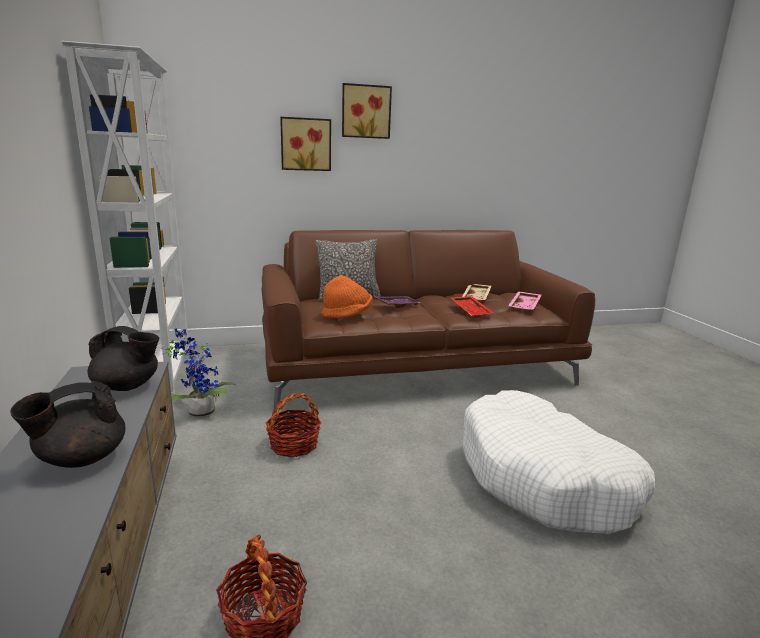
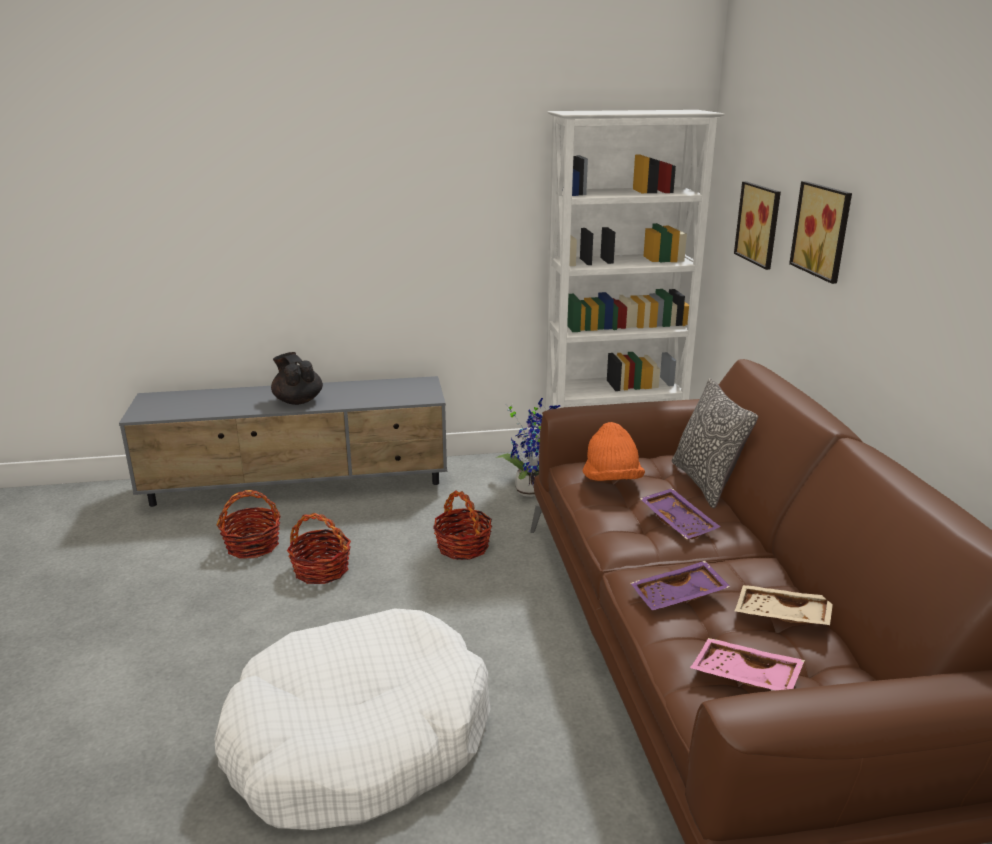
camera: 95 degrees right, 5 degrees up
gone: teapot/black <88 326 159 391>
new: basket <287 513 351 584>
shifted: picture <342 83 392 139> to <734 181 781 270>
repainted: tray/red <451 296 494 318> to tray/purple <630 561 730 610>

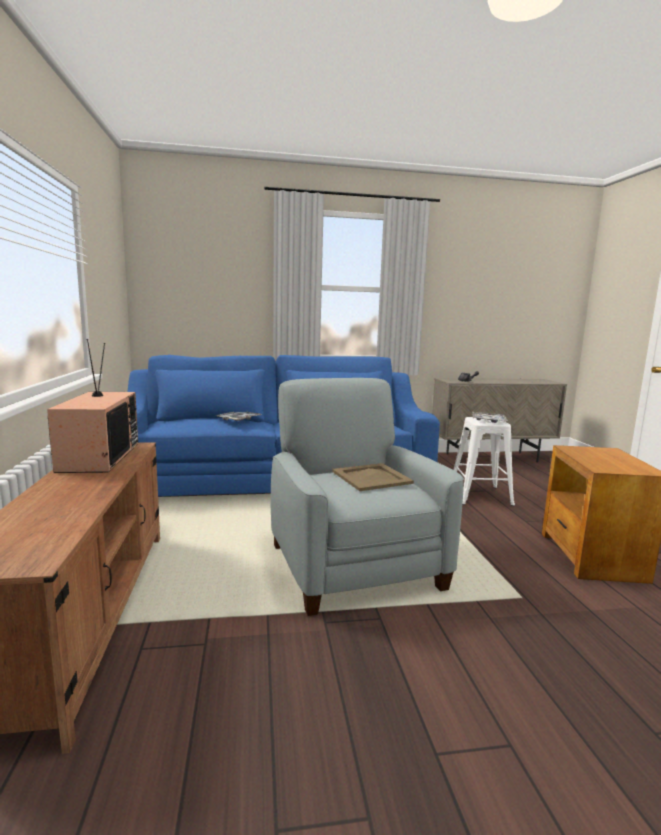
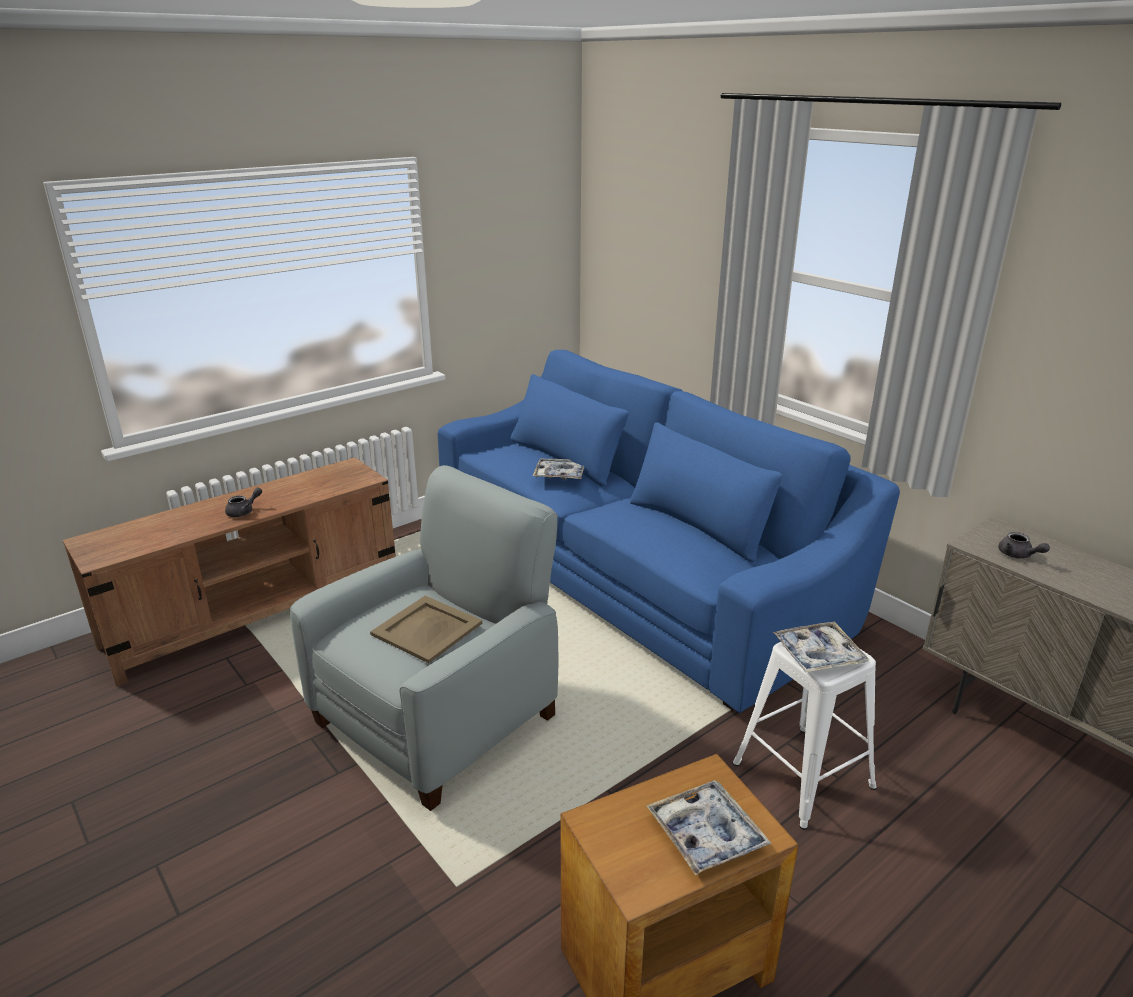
camera: 60 degrees right, 15 degrees up
gone: television <47 339 138 473>
new: teapot/grey <225 487 262 517>; tray <646 780 771 876>

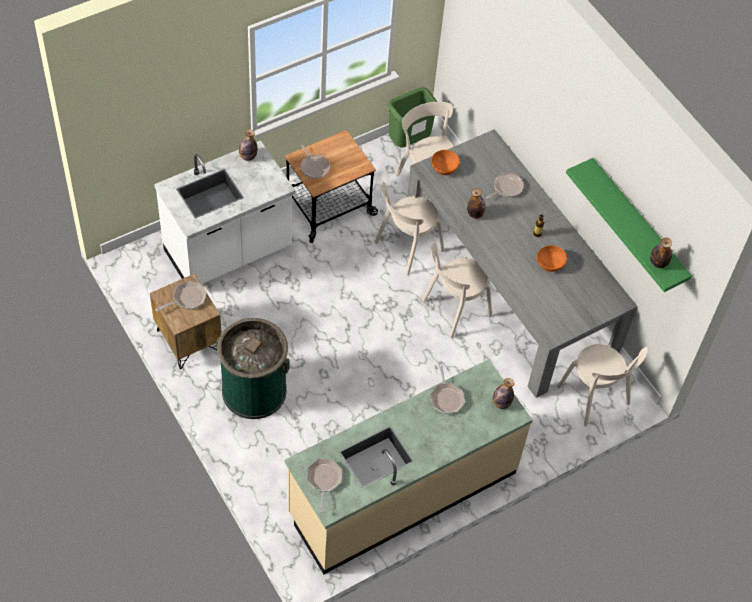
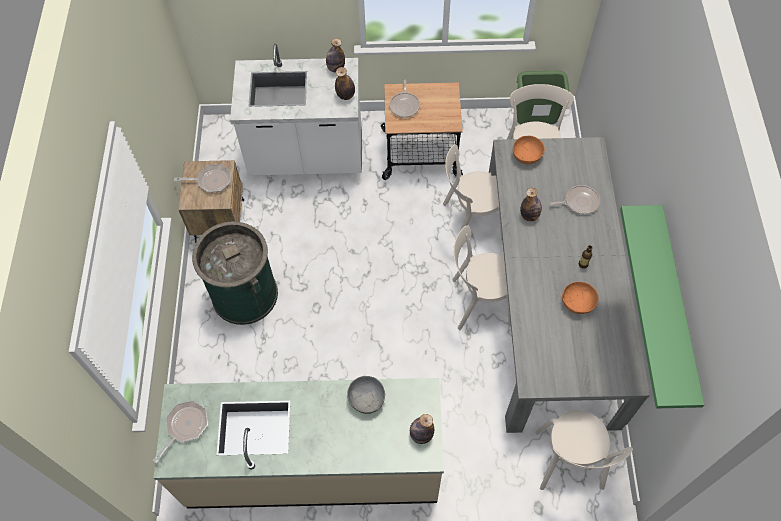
camera: 35 degrees right, 5 degrees up
shifted: bottle <650 237 672 268> to <335 67 355 100>
swapped: frying pan <430 362 465 414> to bowl/grey <347 376 385 414>

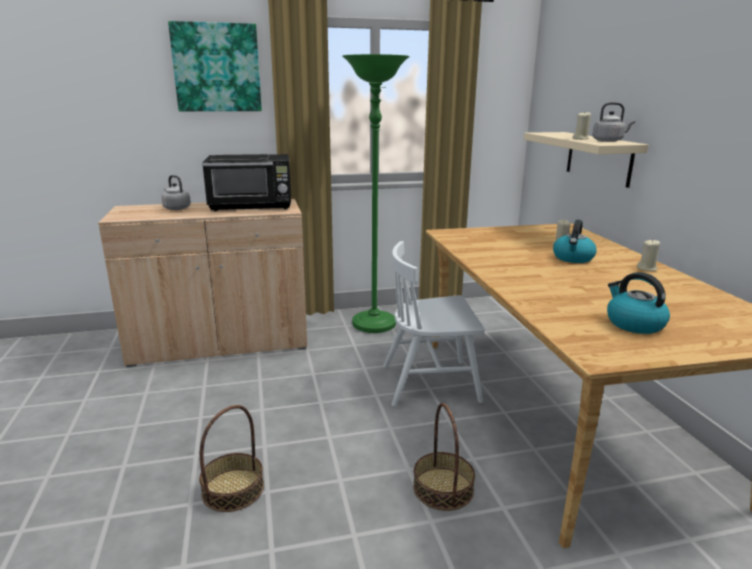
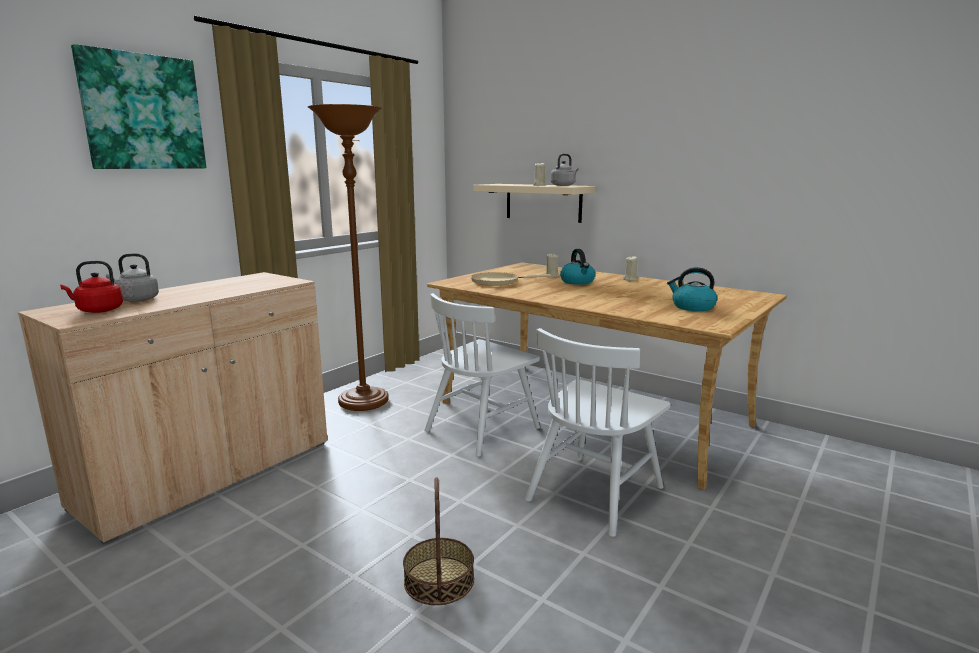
camera: 40 degrees left, 5 degrees down
gone: microwave/black <202 154 291 211>
new: kettle/red <60 261 123 313>; frying pan/beige <471 272 551 286>
swapped: basket <413 403 475 511> to chair/white <525 328 671 537>
repainted: floor lamp/green <342 54 410 333> to floor lamp/brown <308 104 389 411>

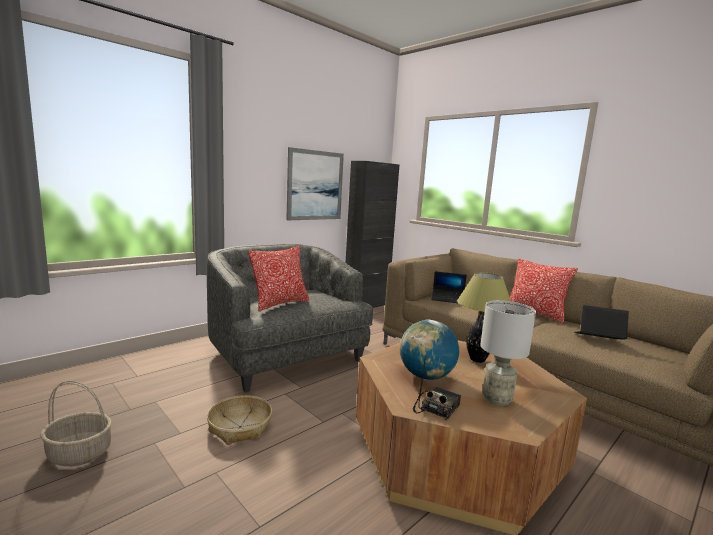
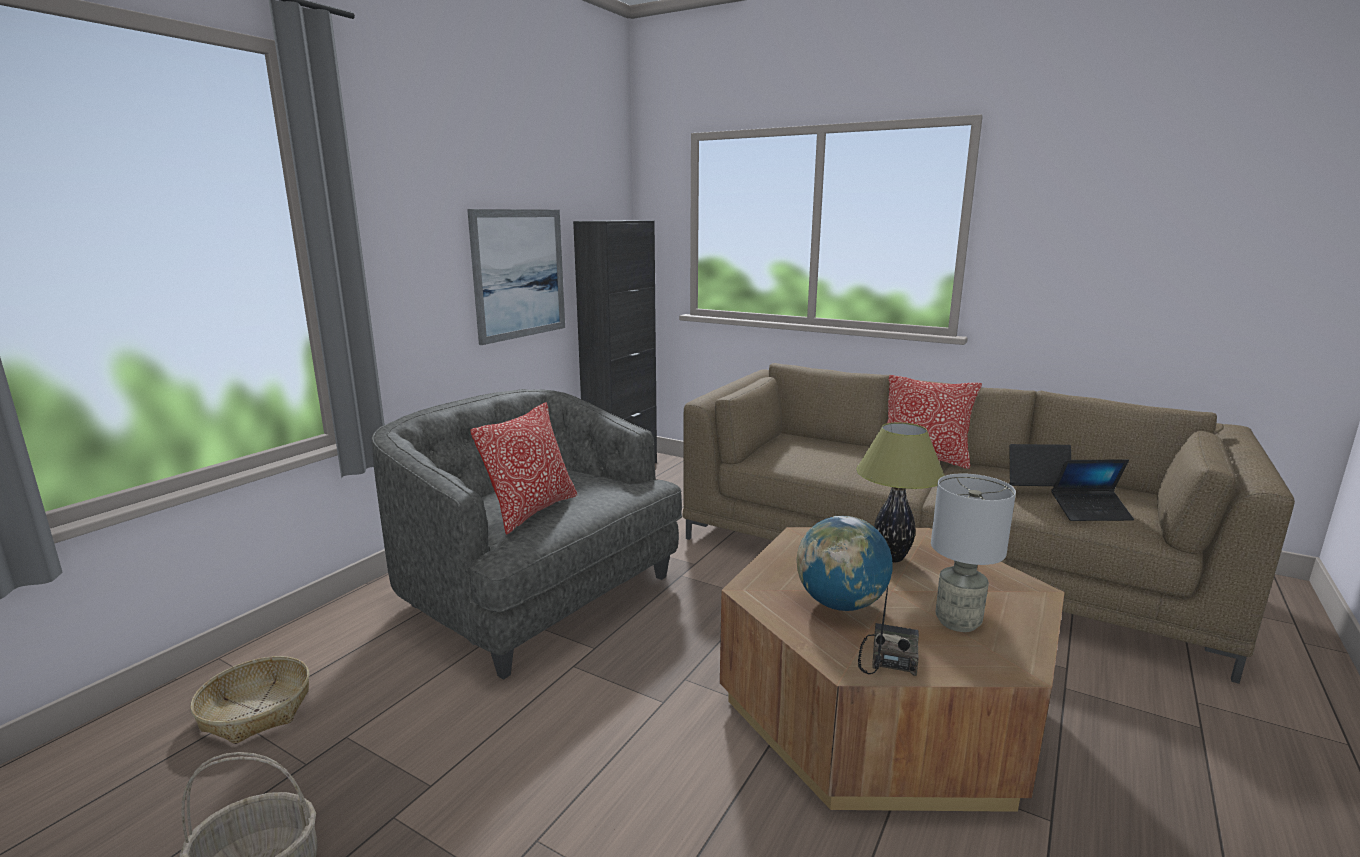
camera: 15 degrees left, 5 degrees up
shifted: basket <207 395 272 445> to <191 656 310 744>; laptop <431 271 467 304> to <1051 460 1134 521>

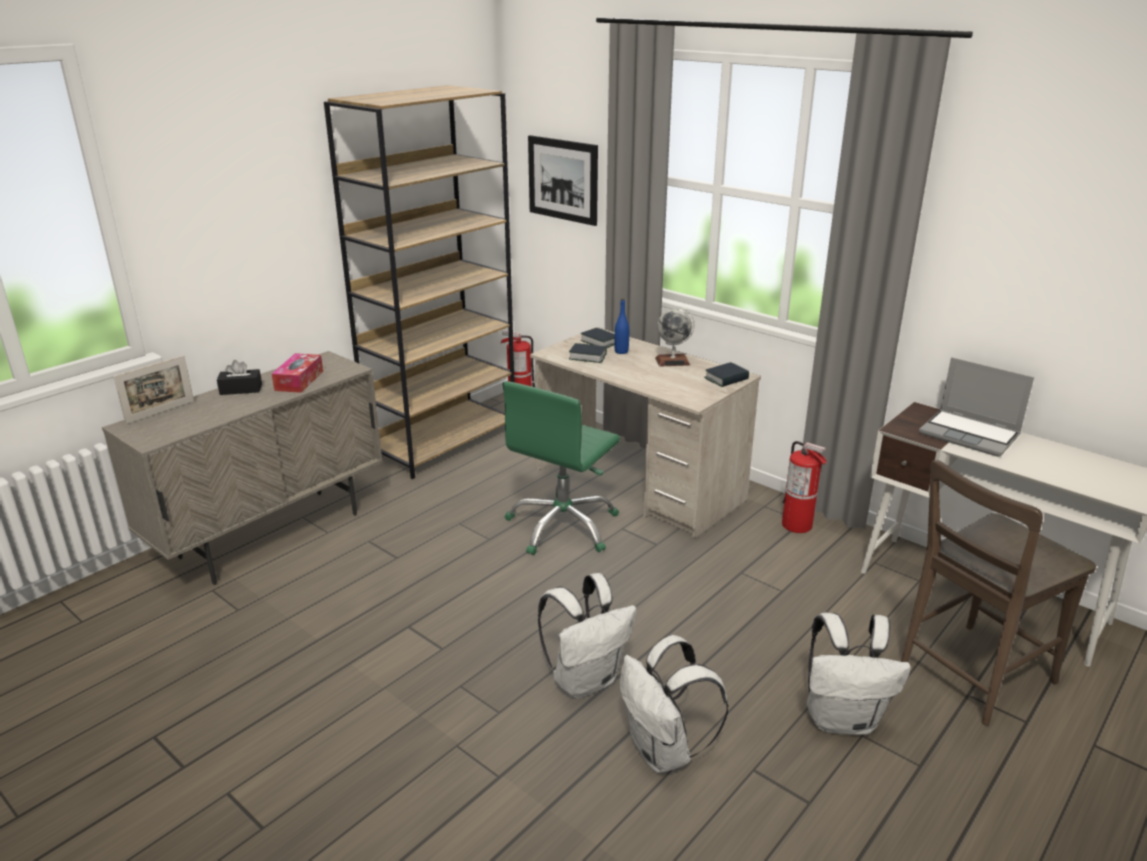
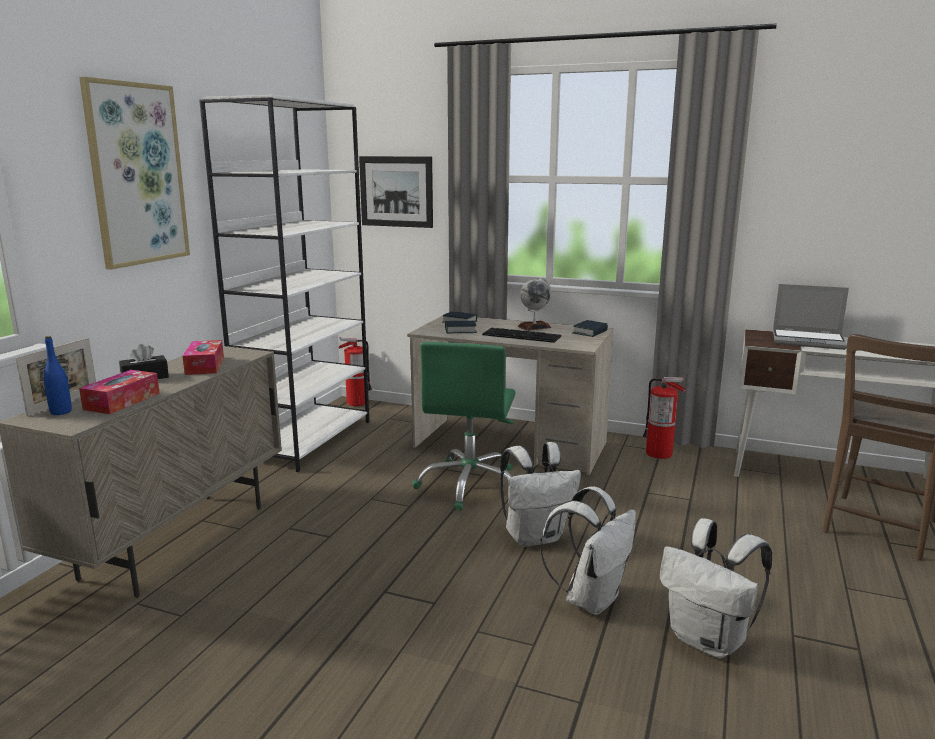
camera: 20 degrees left, 10 degrees down
new: picture <79 77 190 270>; tissue box <79 370 160 414>; keyboard <482 328 561 343>
shifted: bottle/blue <615 298 629 354> to <44 336 72 415>; backpack/white <807 613 911 735> to <500 442 581 547>
repainted: bookcase/brown <324 85 515 479> to bookcase/white <199 95 369 472>

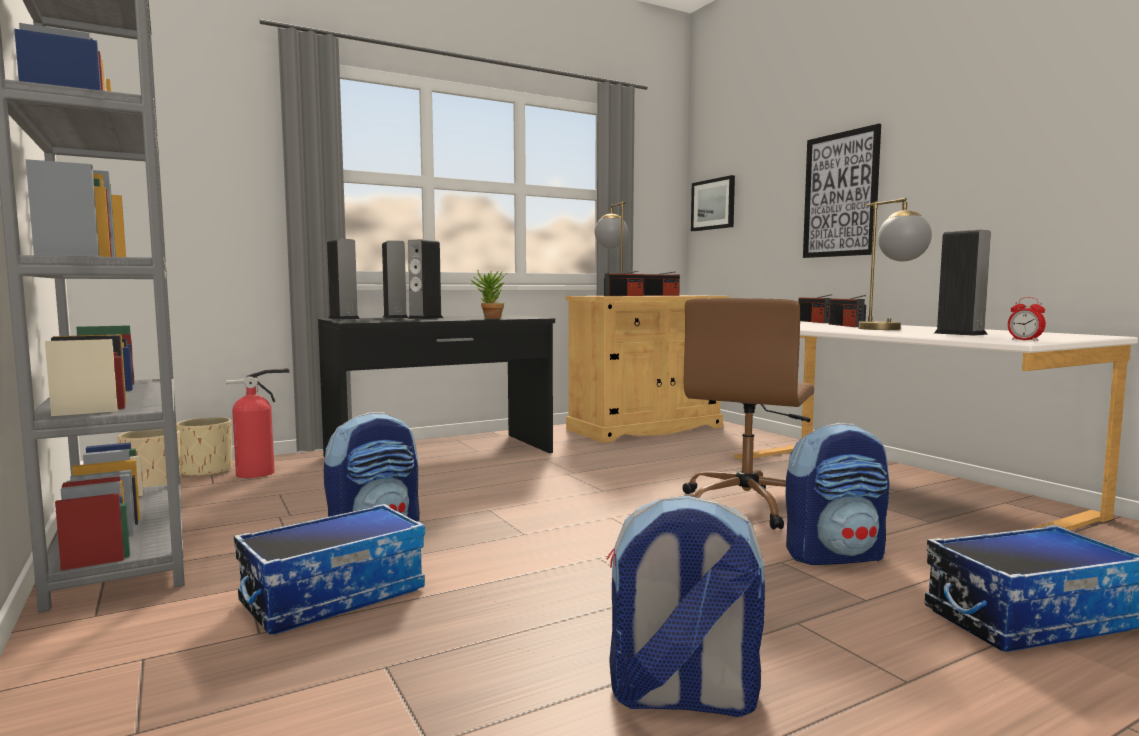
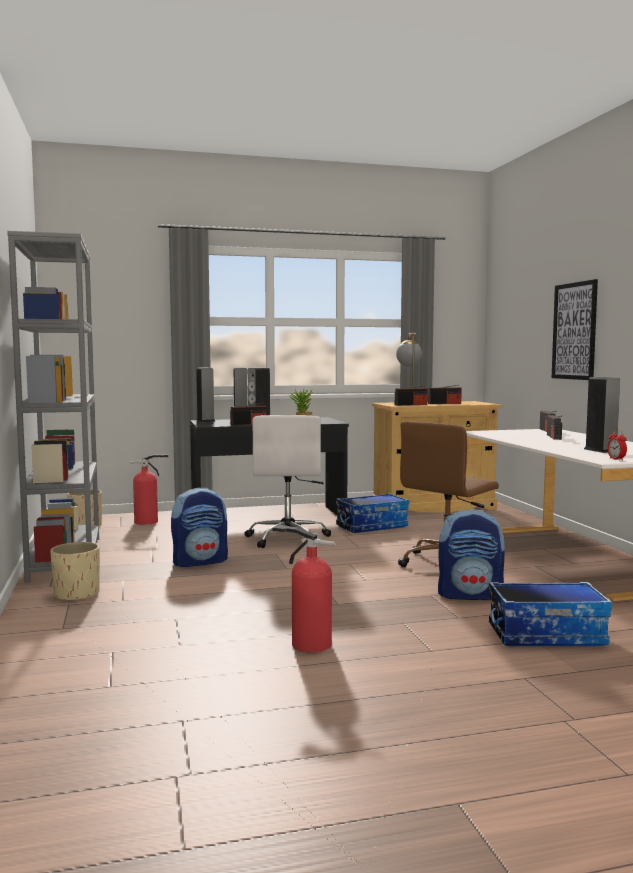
camera: 15 degrees right, 0 degrees up
gone: picture <691 175 735 231>; table lamp <858 198 932 330>
new: radio <230 403 267 425>; office chair/white <245 415 331 548>
shifted: planter/beige <176 417 232 477> to <50 542 100 601>; storage box <234 504 425 634> to <336 493 409 533>
swapped: backpack <607 496 765 717> to fire extinguisher <272 525 336 652>

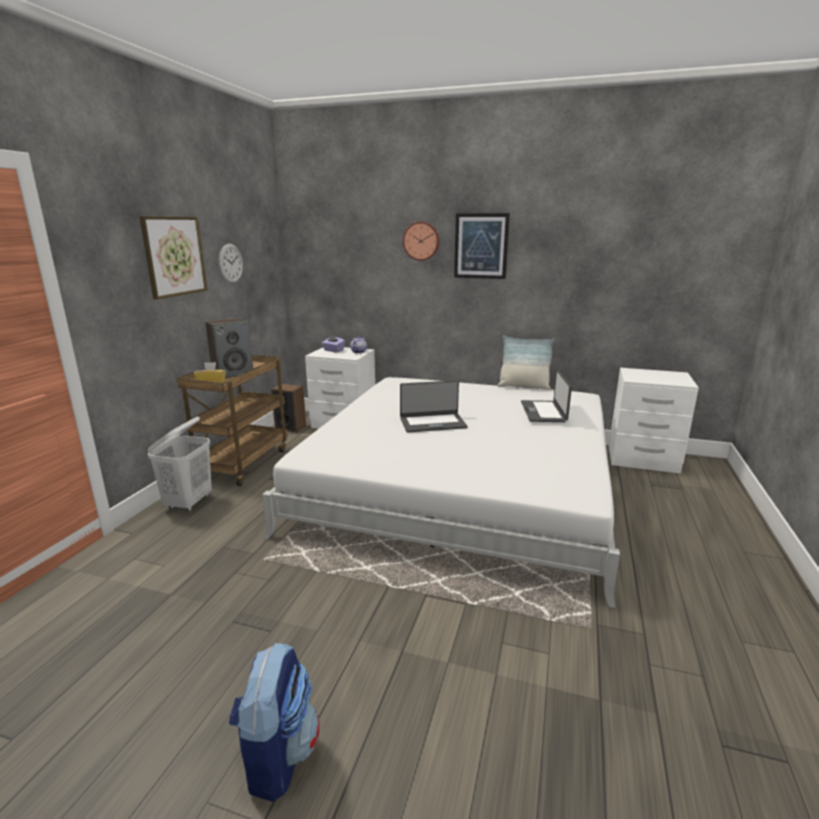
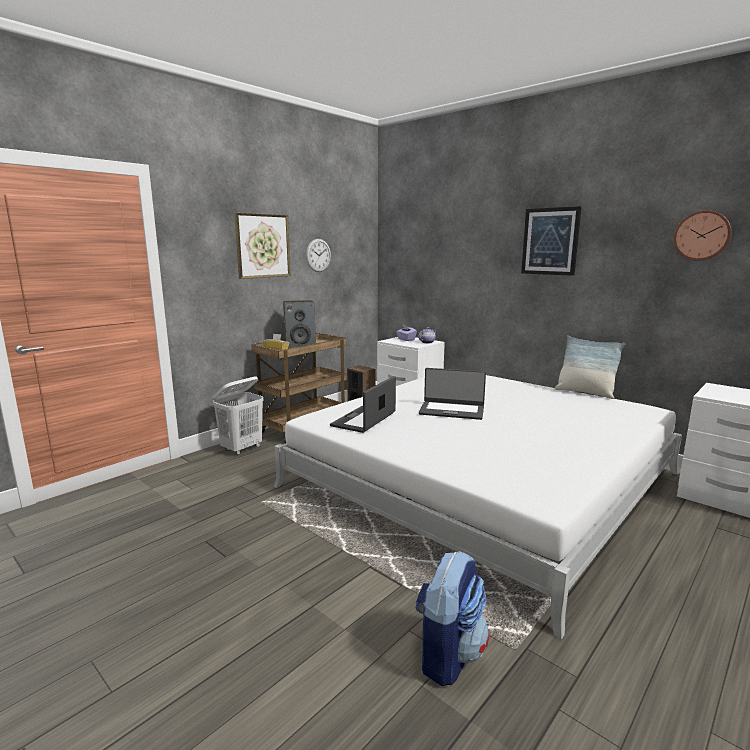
camera: 25 degrees right, 5 degrees down
shifted: backpack <228 642 320 802> to <415 551 489 686>; wall clock <403 222 440 261> to <674 210 732 261>; laptop <521 370 572 422> to <330 376 396 433>

